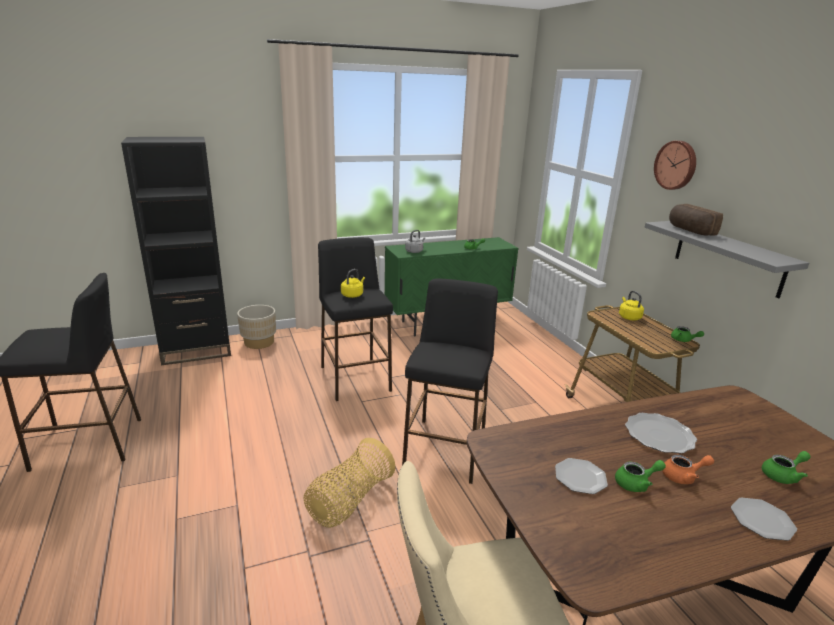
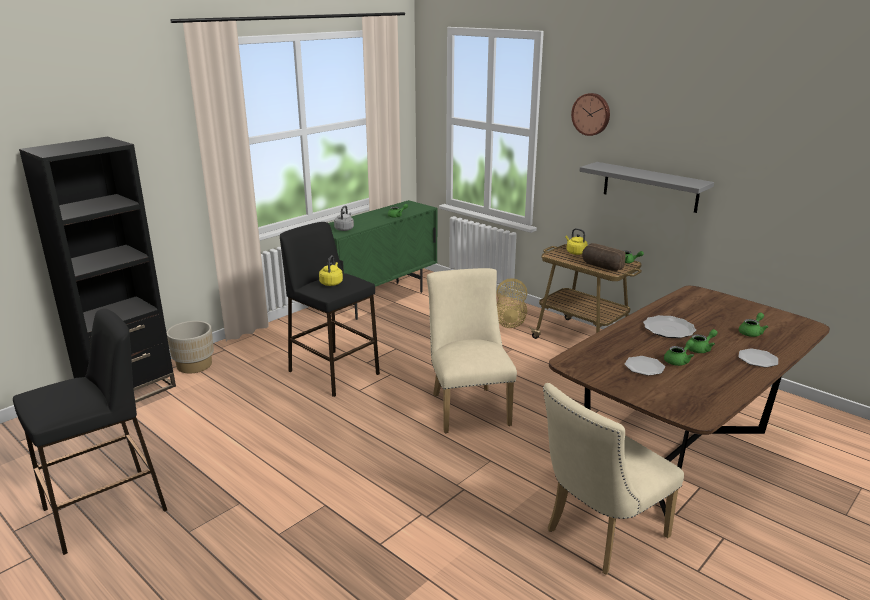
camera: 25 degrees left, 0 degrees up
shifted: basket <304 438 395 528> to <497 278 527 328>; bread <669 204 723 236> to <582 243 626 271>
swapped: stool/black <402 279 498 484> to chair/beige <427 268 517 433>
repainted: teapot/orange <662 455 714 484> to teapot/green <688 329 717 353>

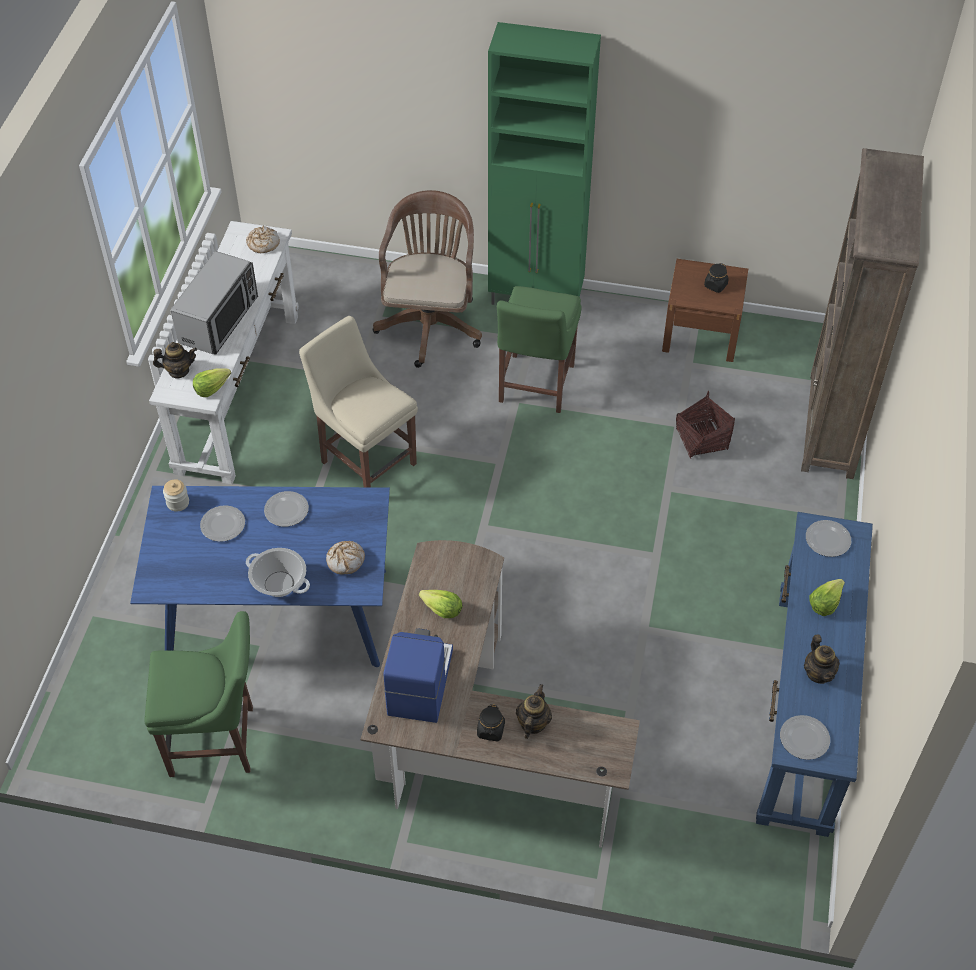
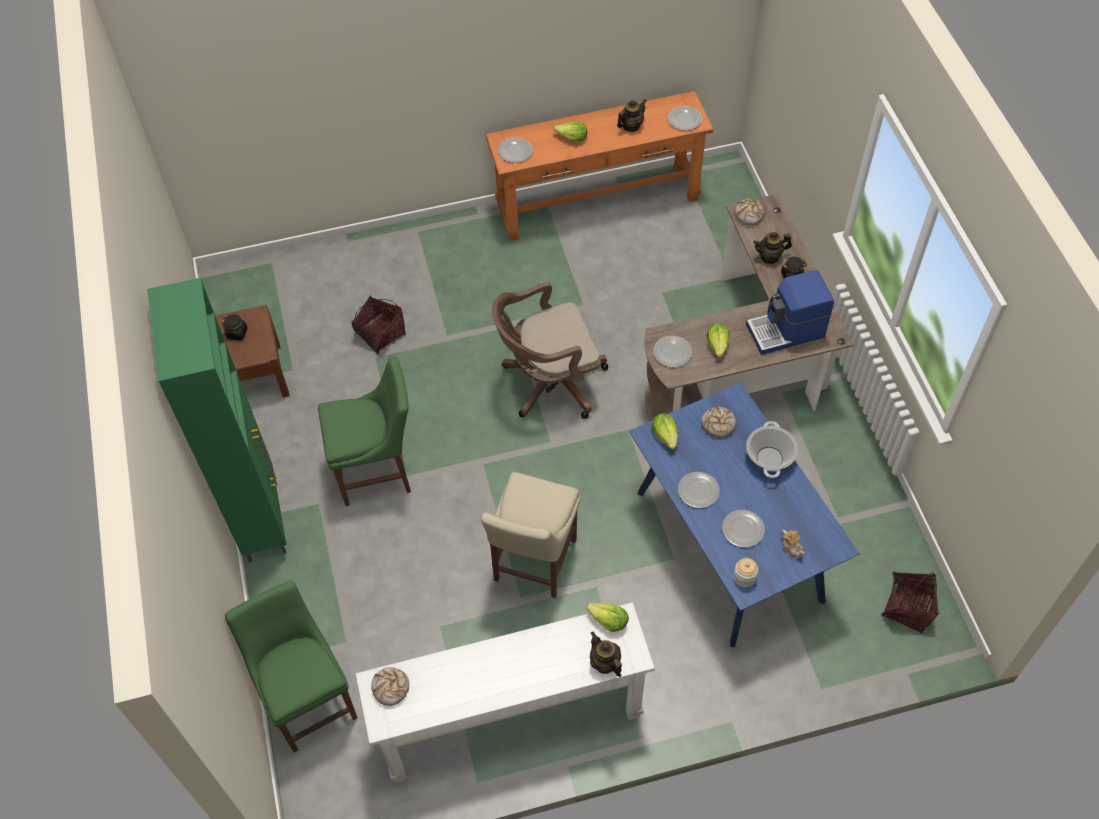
camera: 115 degrees left, 5 degrees up
gone: microwave <171 251 258 355>; bookcase/brown <801 148 924 479>
new: lettuce <652 413 678 450>; plate <653 336 692 367>; bread <735 199 765 225>; teapot <781 530 805 559>; basket <881 571 939 634>
shifted: chair/green <145 611 253 777> to <225 581 358 752>; office chair/brown <373 190 482 368> to <492 282 608 419>
repainted: console table/blue <756 512 873 837> to console table/orange <485 91 713 241>

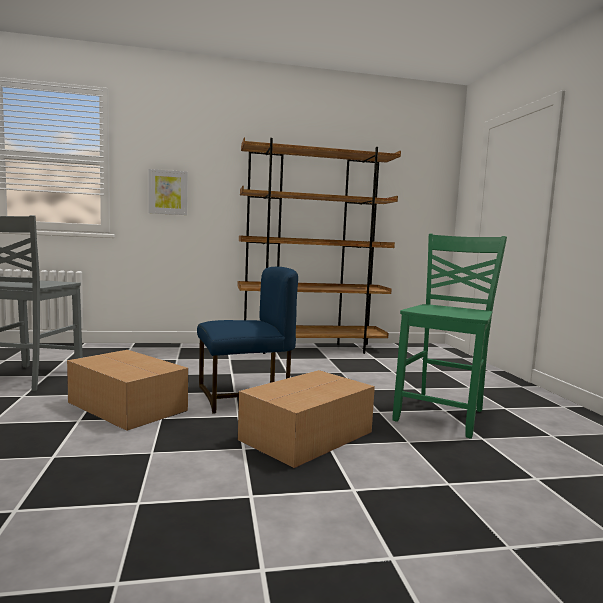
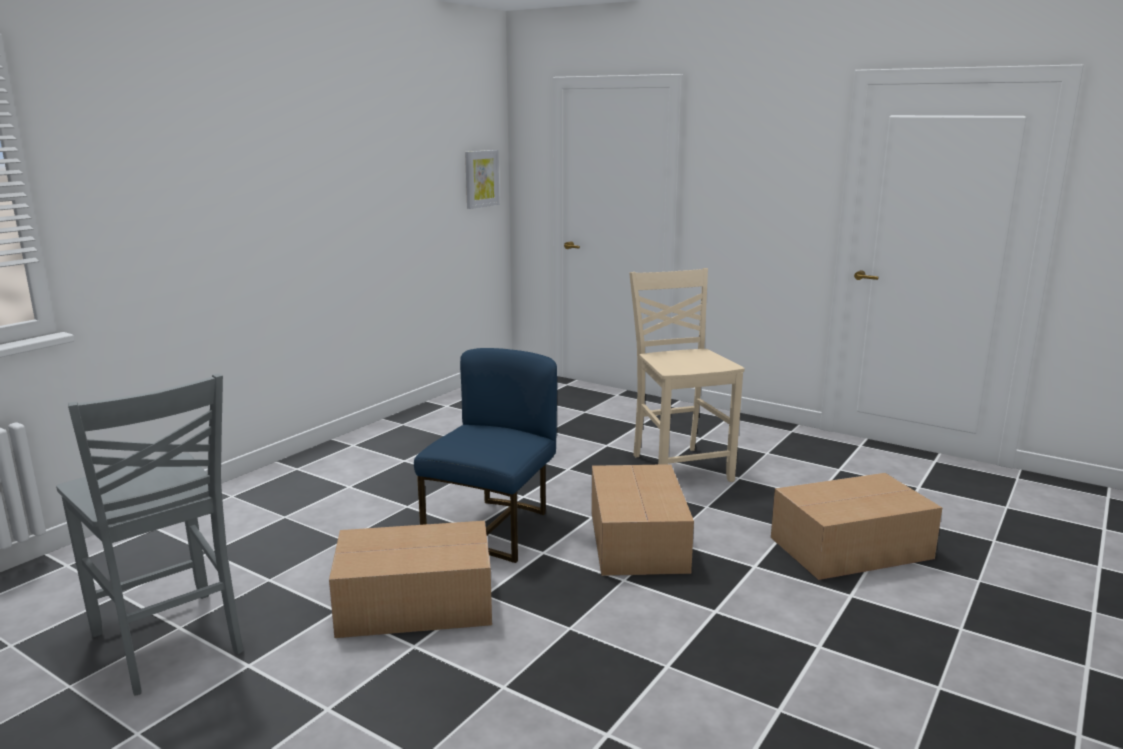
camera: 45 degrees left, 10 degrees up
gone: bookcase/brown <237 137 401 354>
new: cardboard box <771 473 942 580>
shifted: picture <148 169 188 215> to <465 150 500 209>
repainted: chair/green <392 234 507 439> to chair/beige <629 268 745 482>

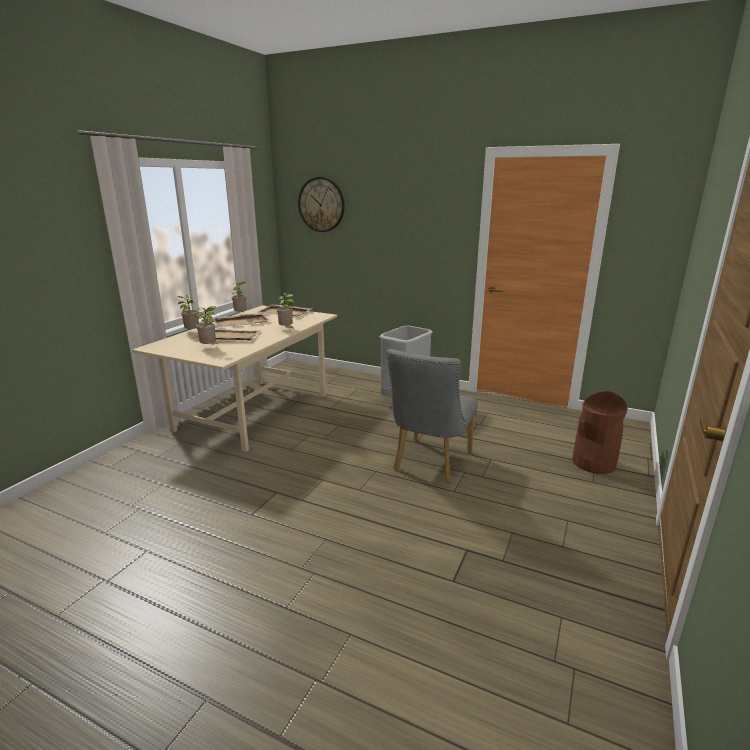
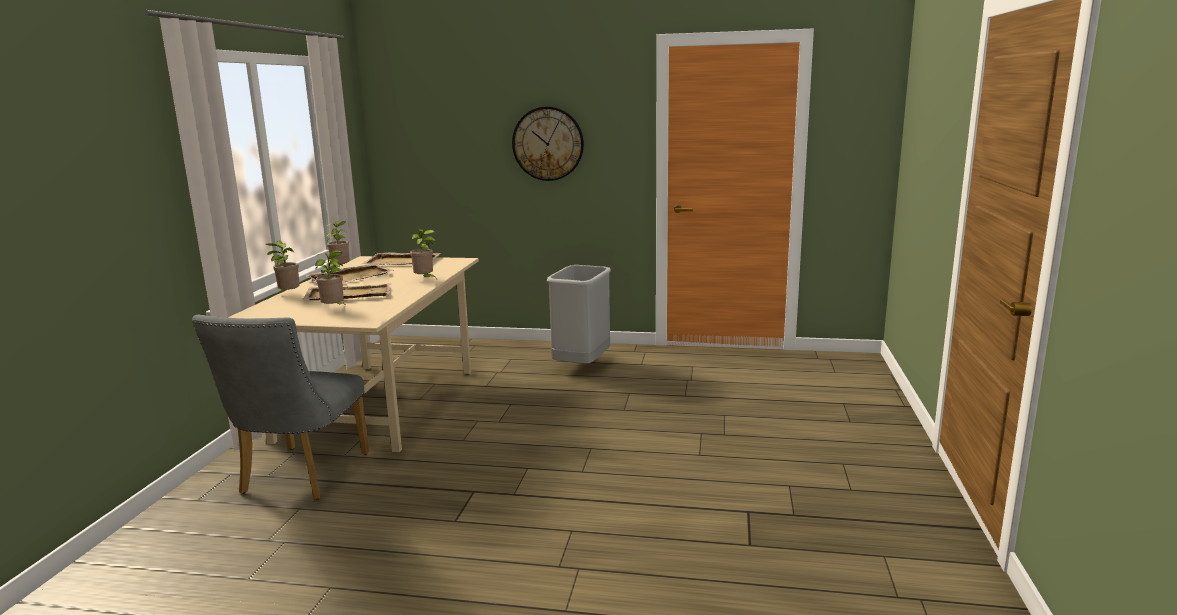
camera: 15 degrees left, 5 degrees down
gone: trash can/brown <572 391 627 474>
shifted: wall clock <298 177 345 232> to <512 106 584 181>; chair/grey <387 349 478 483> to <192 315 369 500>

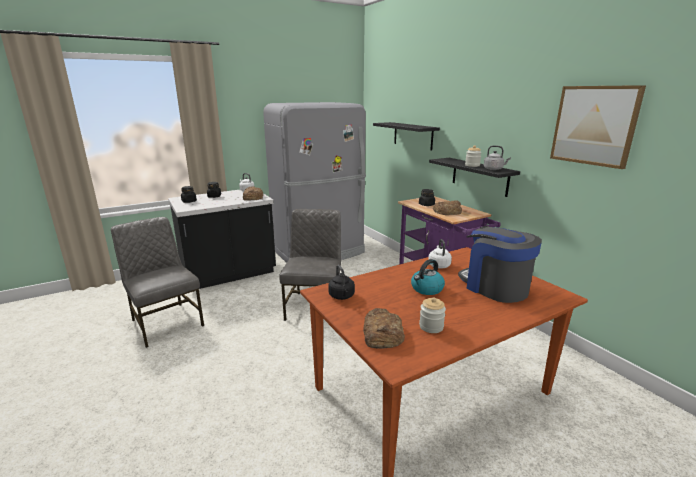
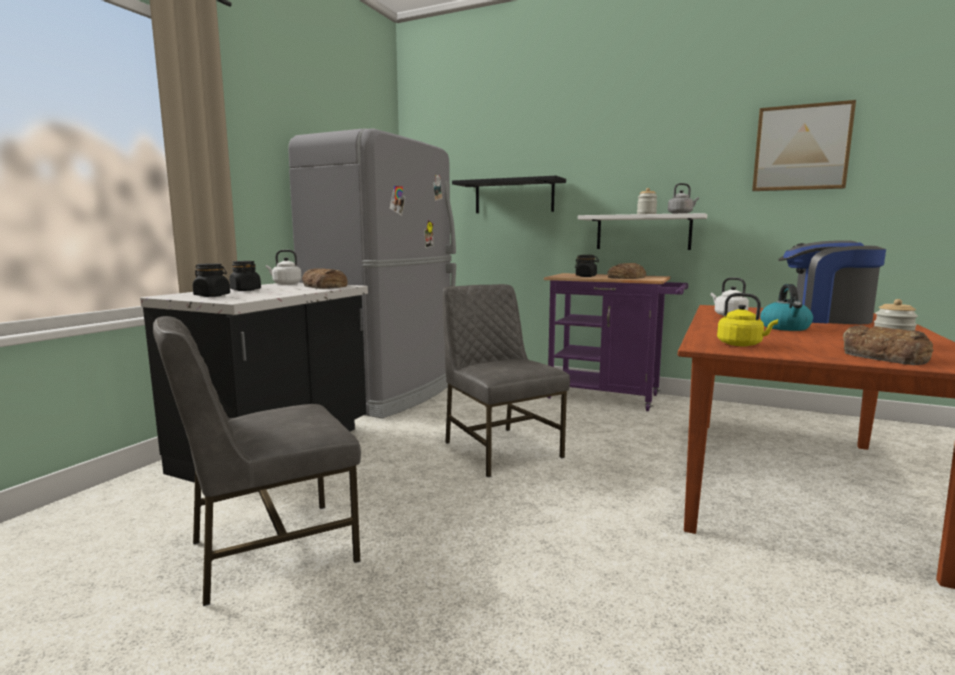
camera: 35 degrees left, 10 degrees down
repainted: kettle/black <328 265 355 300> to kettle/yellow <717 293 778 346>; shelf/black <429 158 520 197> to shelf/white <578 213 707 250>
rotated: chair/grey <111 217 204 348> = <153 316 361 606> 45 degrees counterclockwise

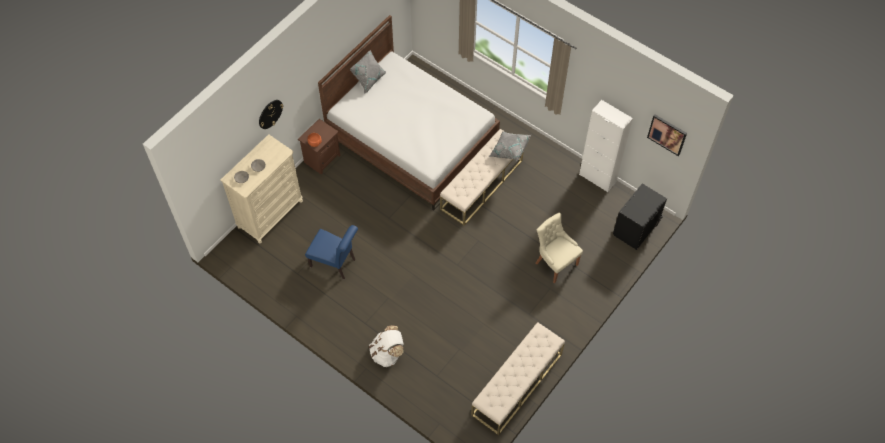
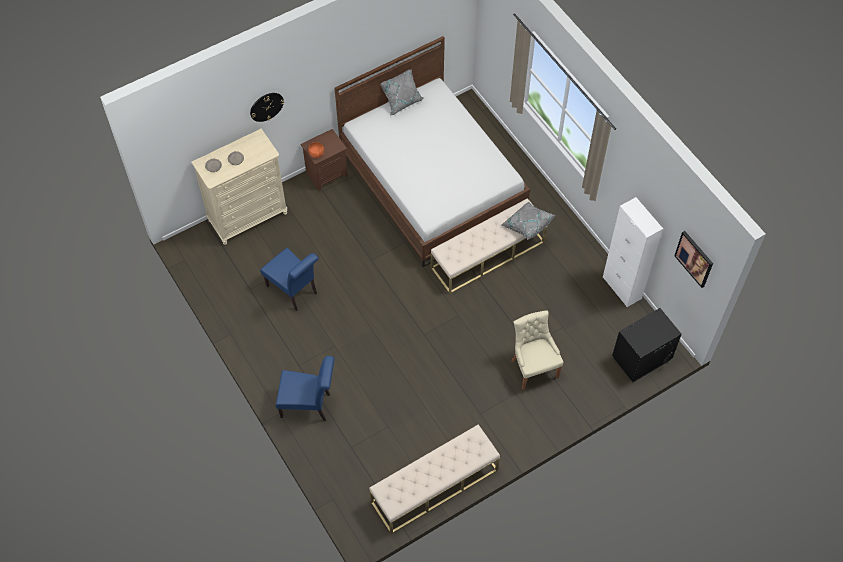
camera: 20 degrees right, 0 degrees up
swapped: backpack/white <369 325 404 367> to chair/blue <276 356 335 421>

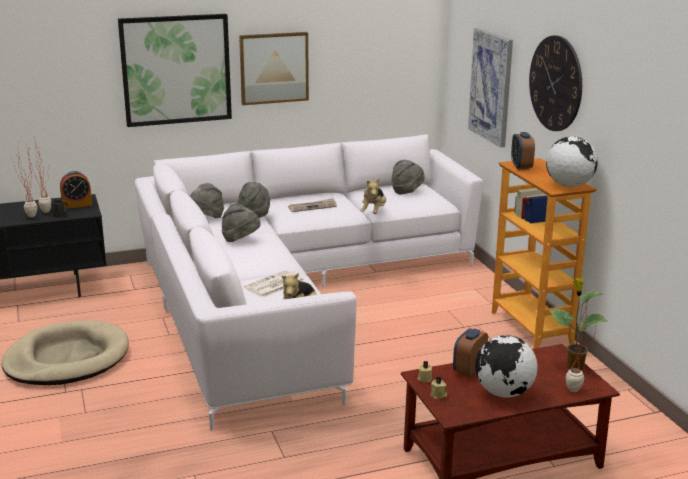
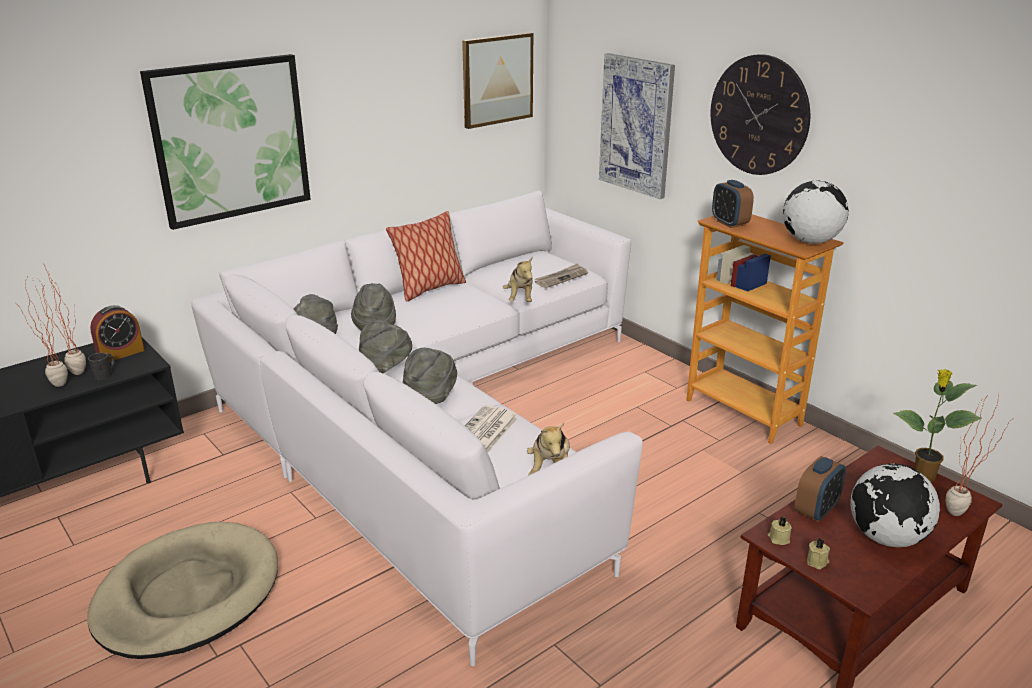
camera: 20 degrees left, 5 degrees up
new: pillow <386 211 466 301>
shifted: picture <239 32 309 105> to <462 32 533 129>; newspaper <288 198 337 212> to <535 263 588 288>; hat/grey <391 160 425 194> to <403 348 457 404>
rotated: alarm clock <453 328 488 377> = <795 456 846 522> 150 degrees counterclockwise

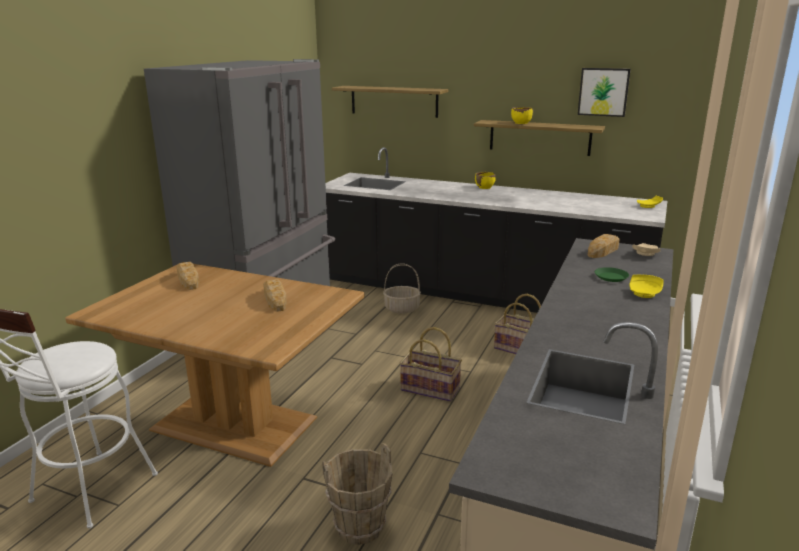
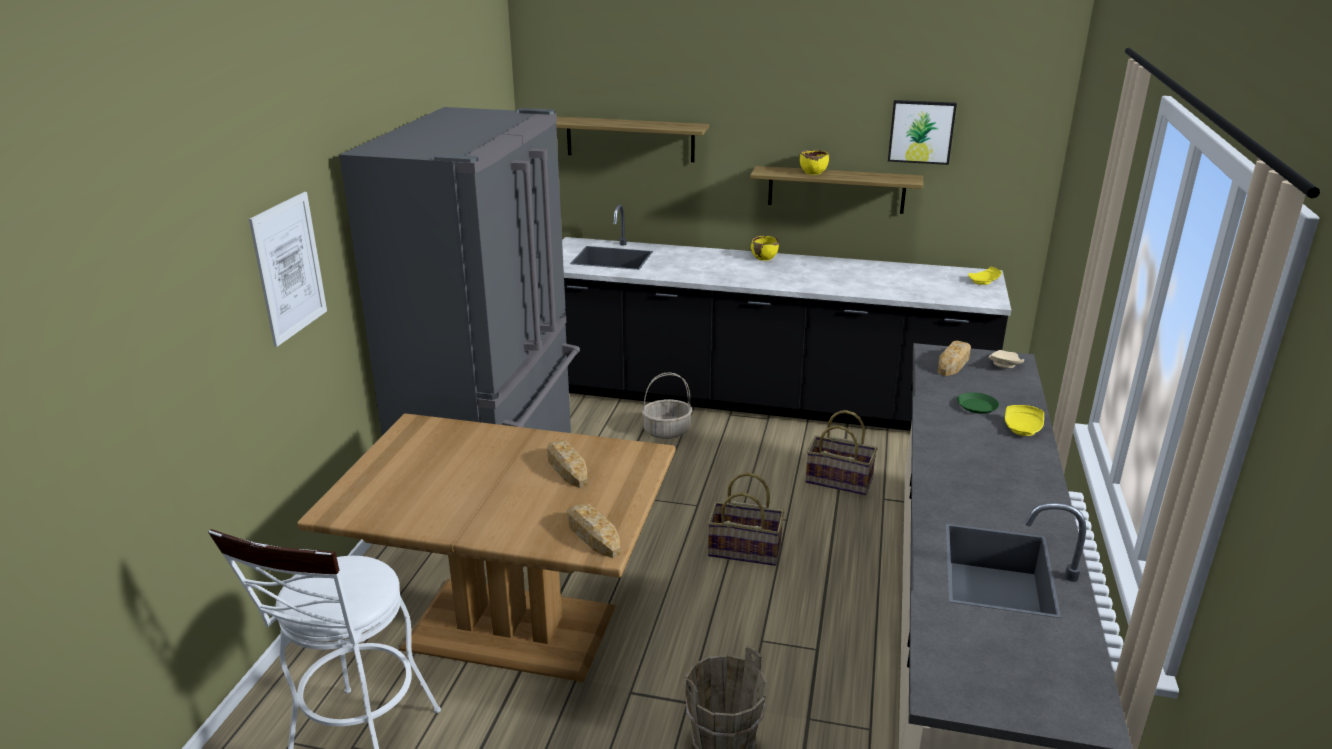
camera: 10 degrees left, 5 degrees up
new: picture <249 192 327 347>
shifted: bread <176 262 199 290> to <567 503 621 558>

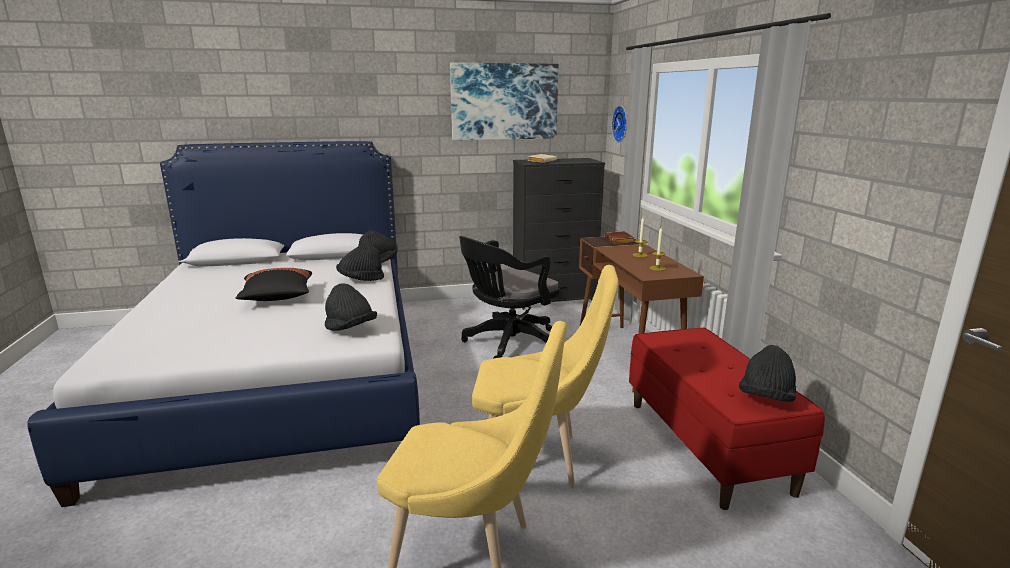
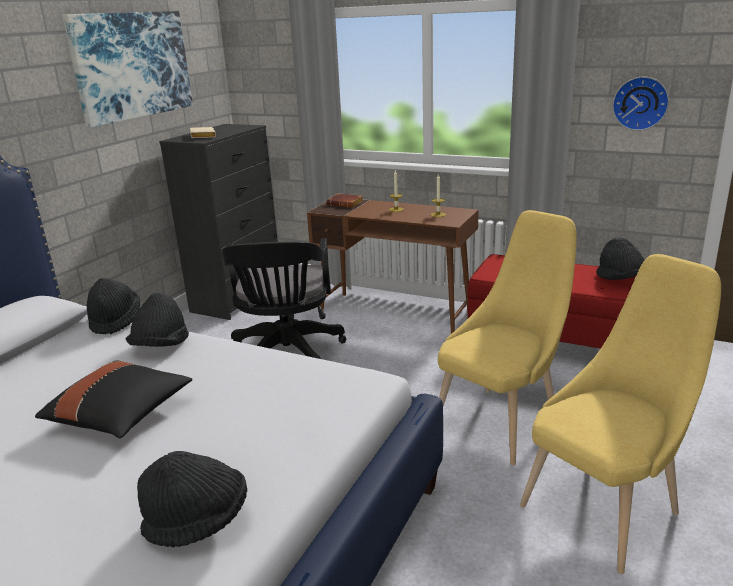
camera: 50 degrees left, 5 degrees up
shifted: hat/black <325 283 377 331> to <137 451 247 547>; wall clock <611 105 627 143> to <612 77 669 131>

